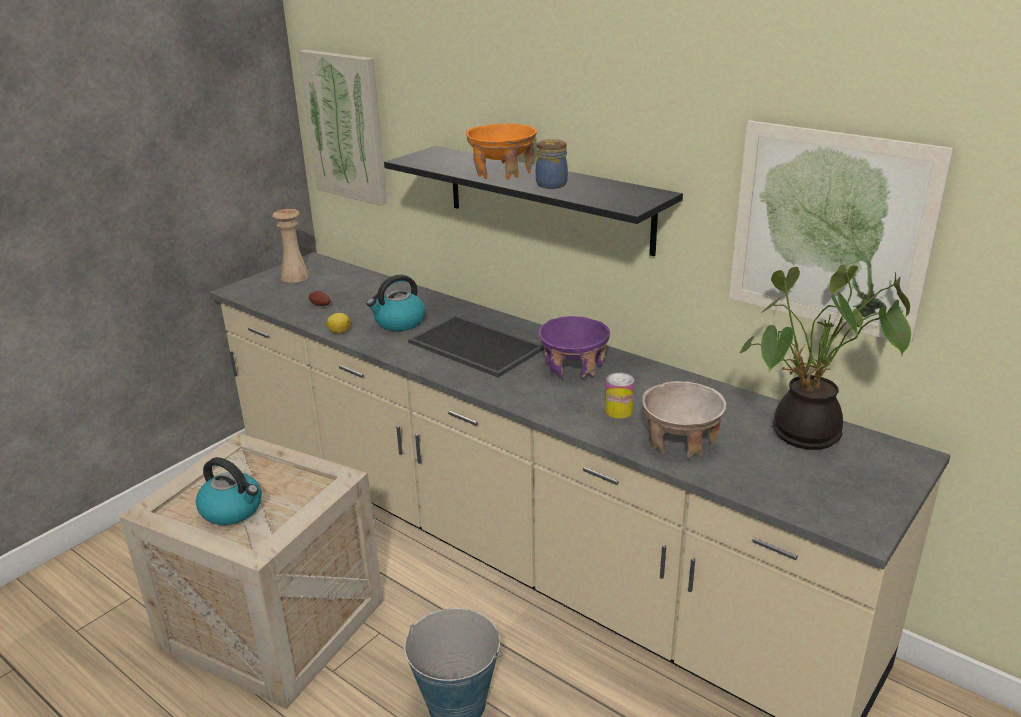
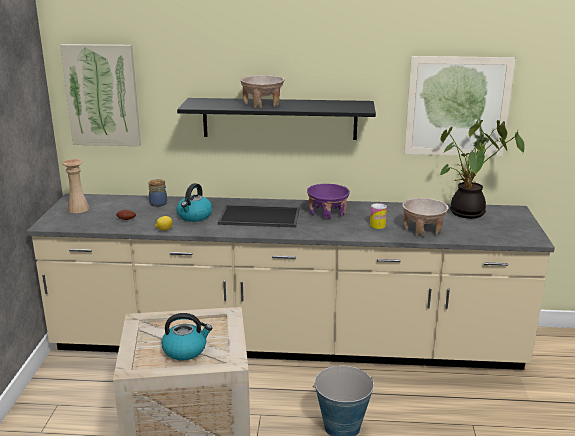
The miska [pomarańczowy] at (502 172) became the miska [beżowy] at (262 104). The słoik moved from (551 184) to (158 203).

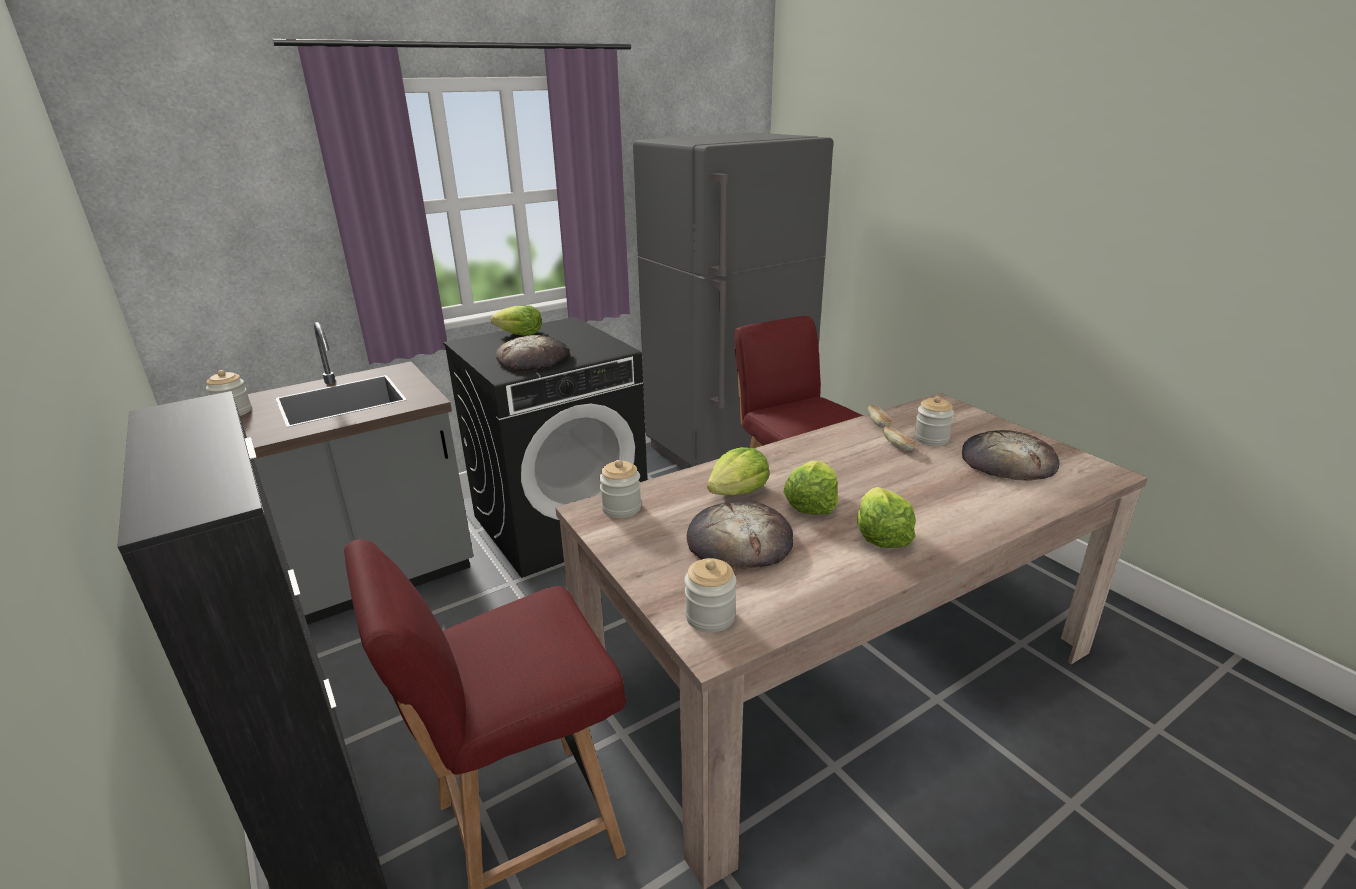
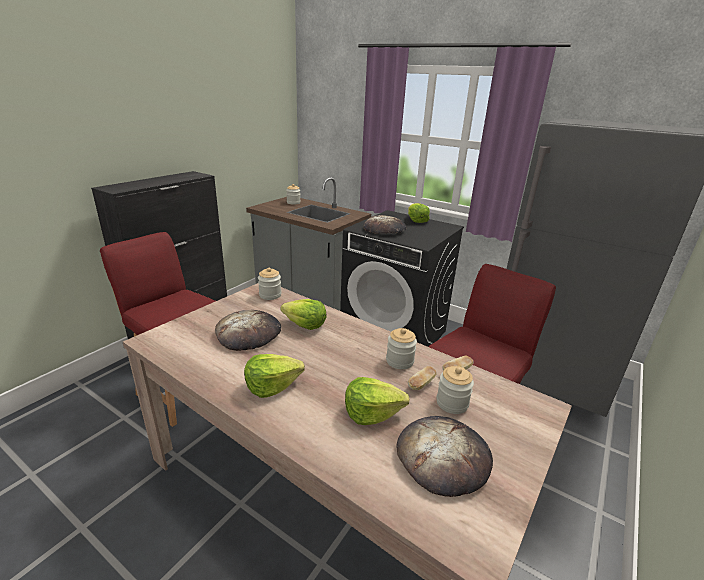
The sałata moved from (811 504) to (372 413). The słoik moved from (710 616) to (399 361).

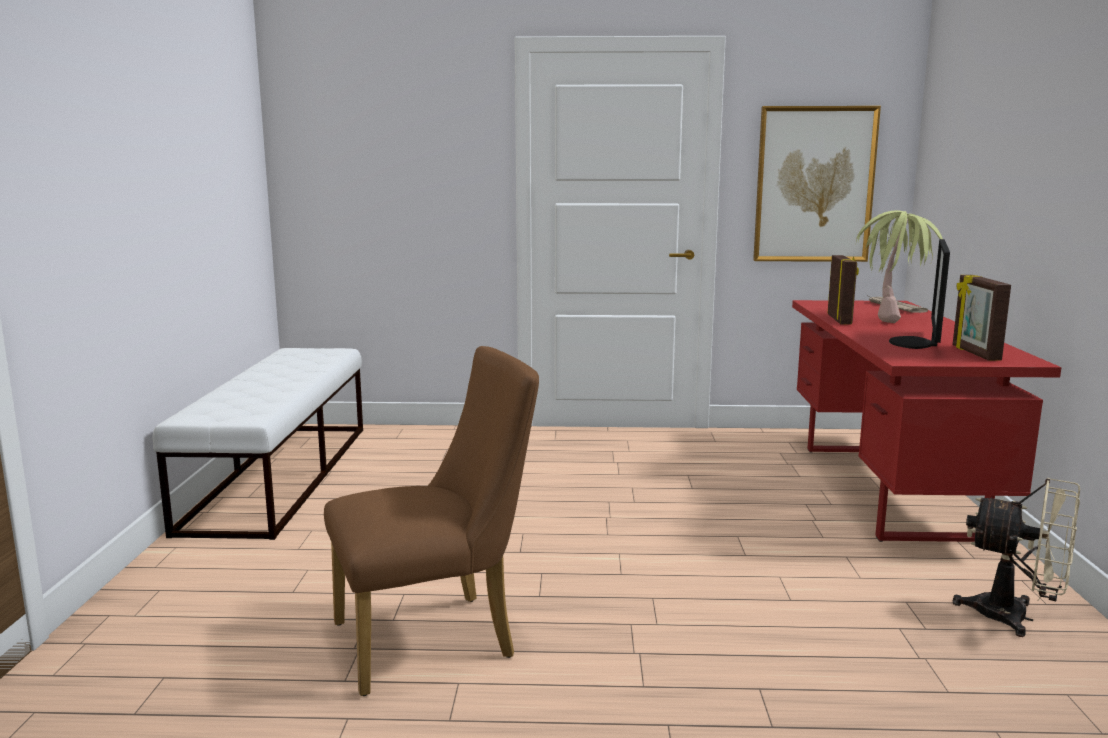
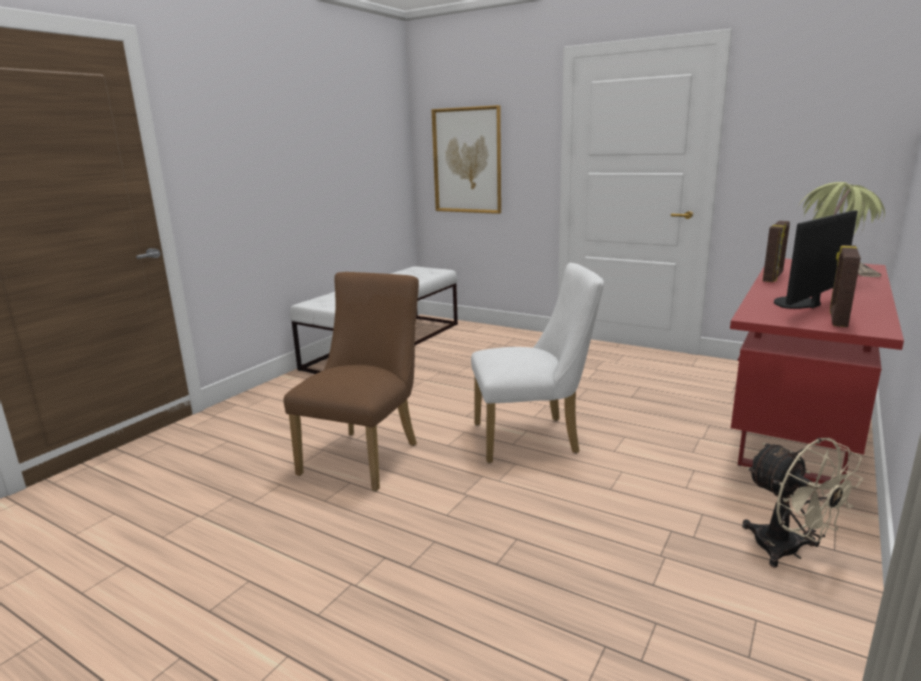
The obraz moved from (814 185) to (467 160). The krzesło [brązowy] at (437 638) turned 75 degrees counterclockwise. The krzesło [biały] at (533 438) appeared.

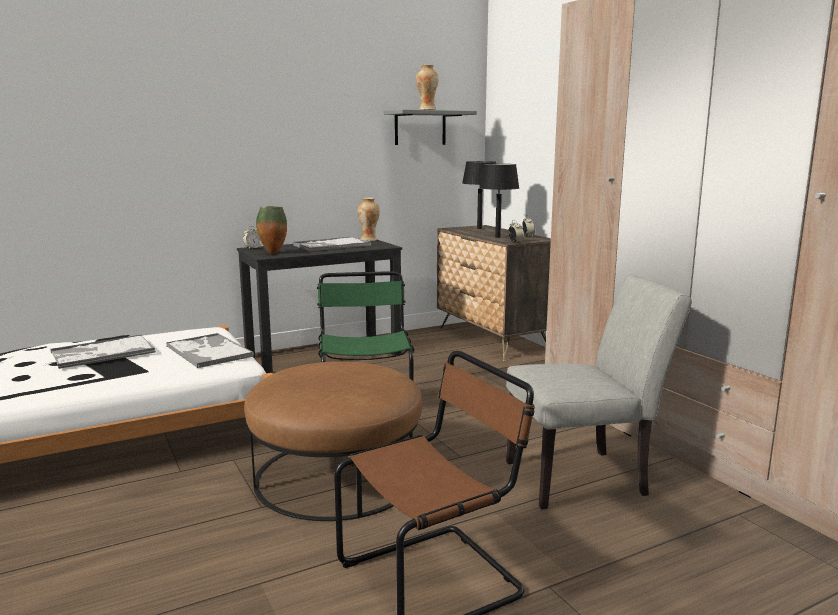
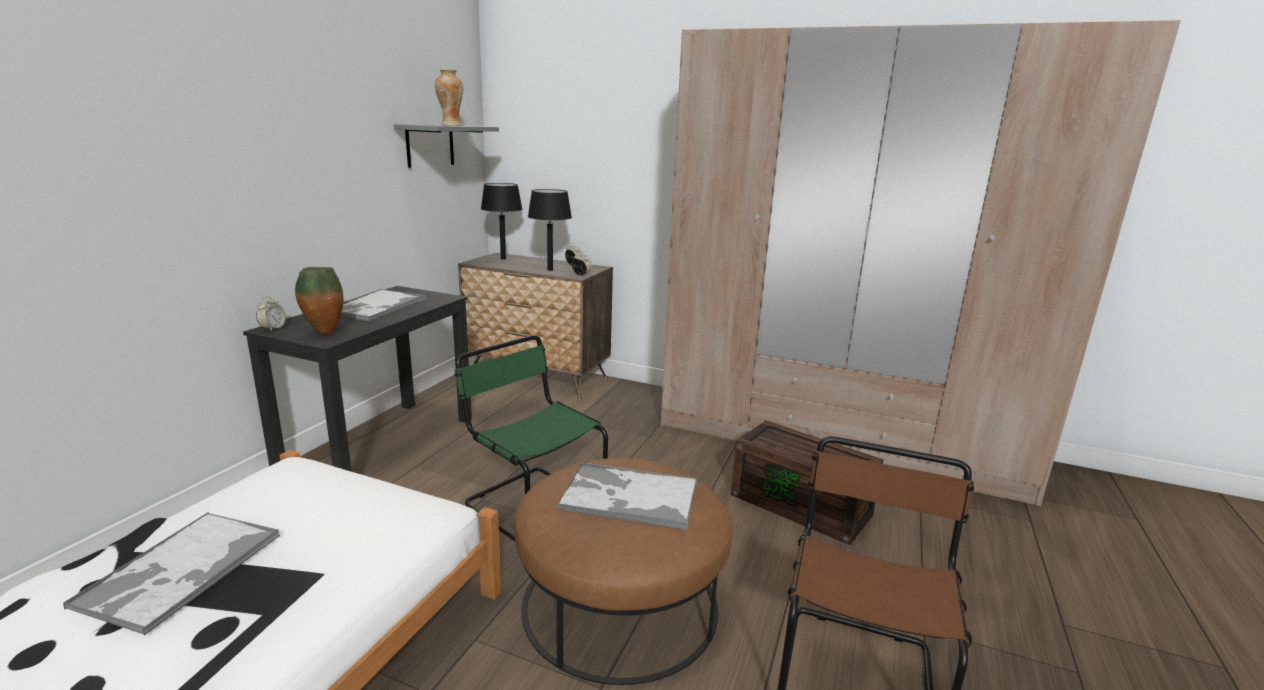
The wazon at (368 240) disappeared. The krzesło [szary] at (585 477) was replaced by the pojemnik do przechowywania [brązowy] at (803 504). The taca moved from (208 351) to (628 496).

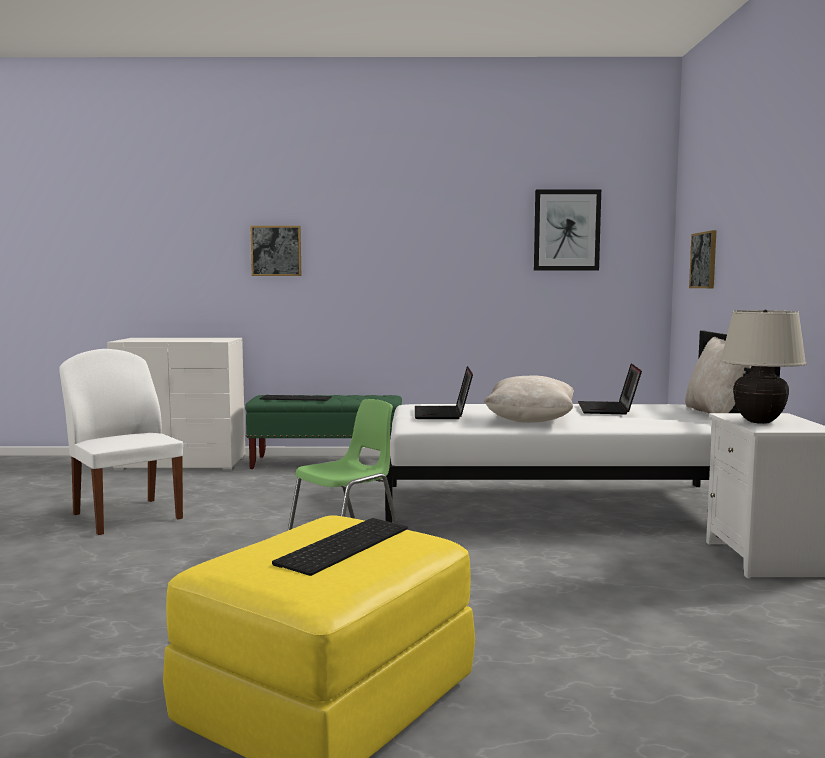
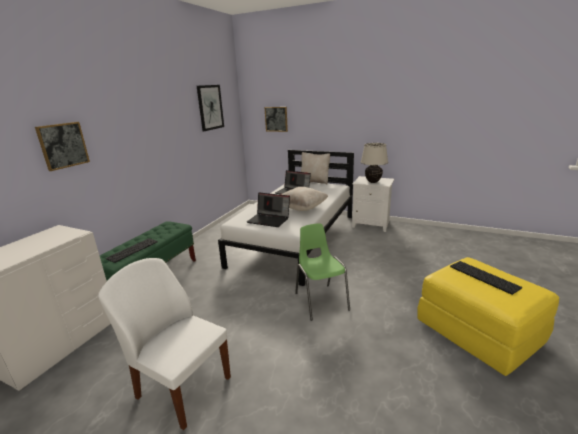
The krzesło [biały] at (126 516) turned 45 degrees clockwise.

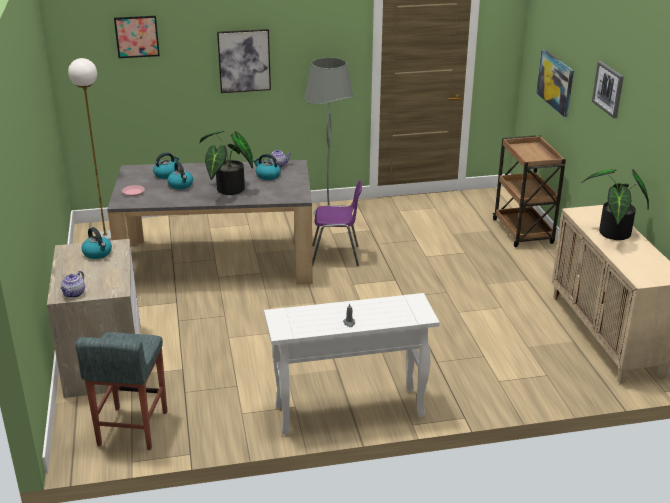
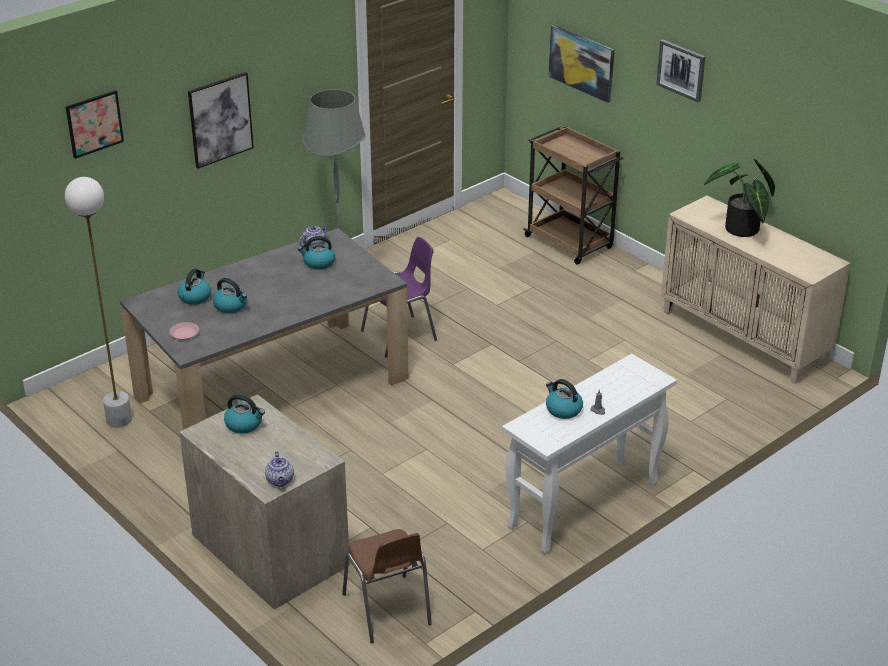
The roślina doniczkowa at (227 190) disappeared. The stołek [szary] at (132 429) was replaced by the krzesło [brązowy] at (388 611). The czajnik at (563 409) appeared.

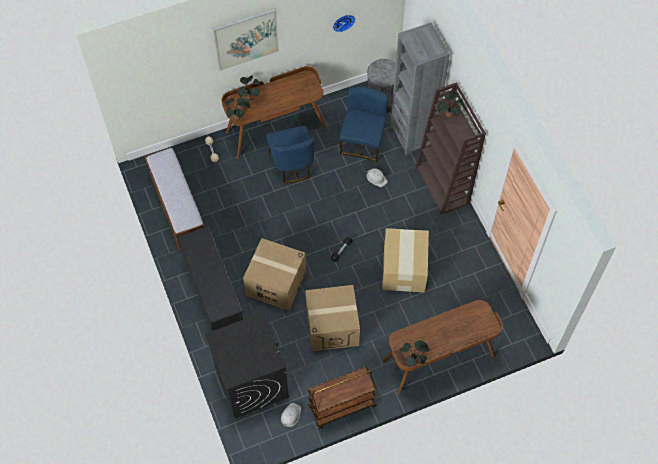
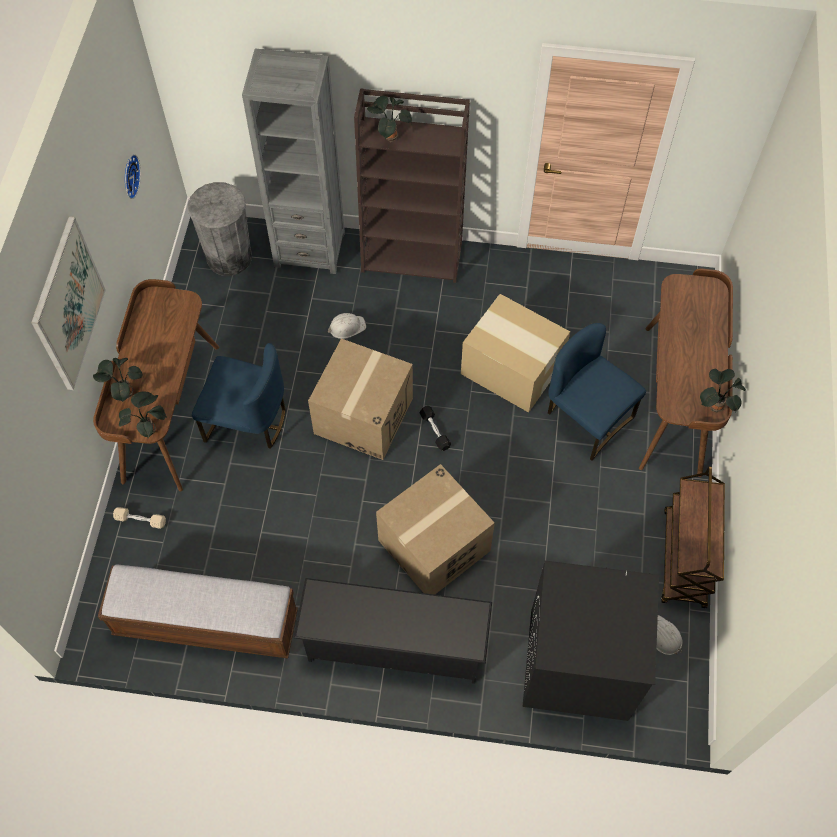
The krzesło [niebieski] moved from (363 142) to (587 418). The karton moved from (332 326) to (363 415).

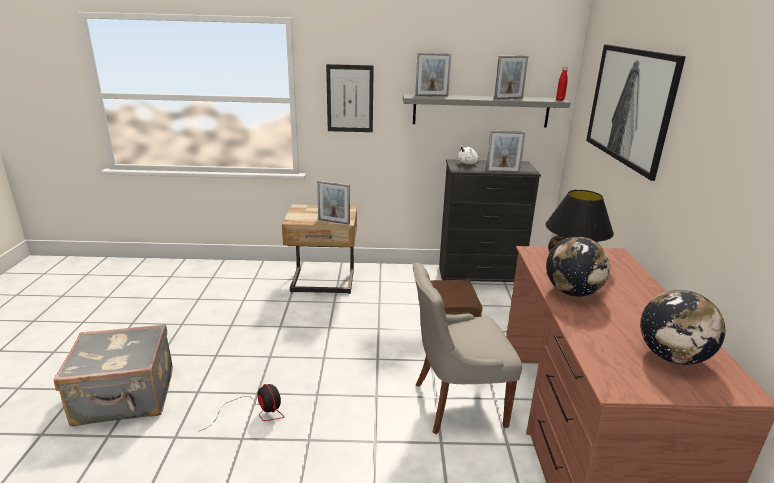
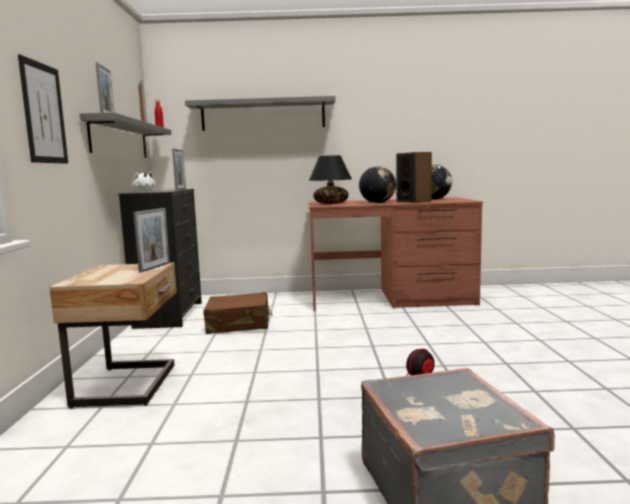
The obraz at (630 106) was replaced by the półka [szary] at (263 115). The krzesło [szary] at (456 403) disappeared. The głośnik at (413 201) appeared.

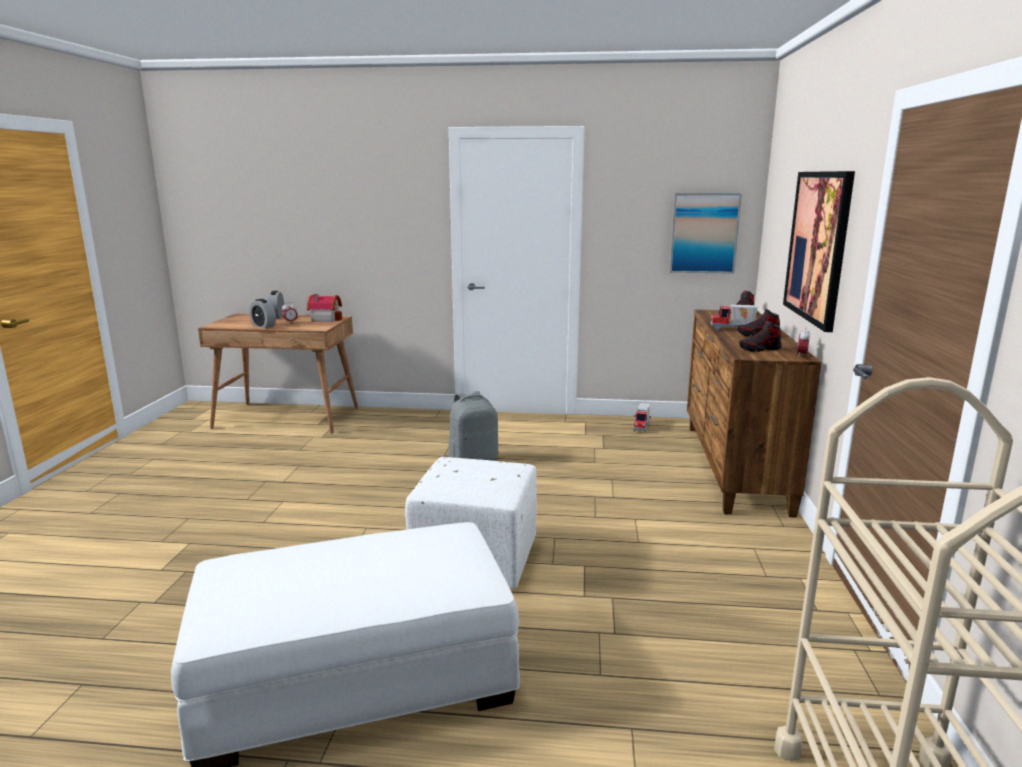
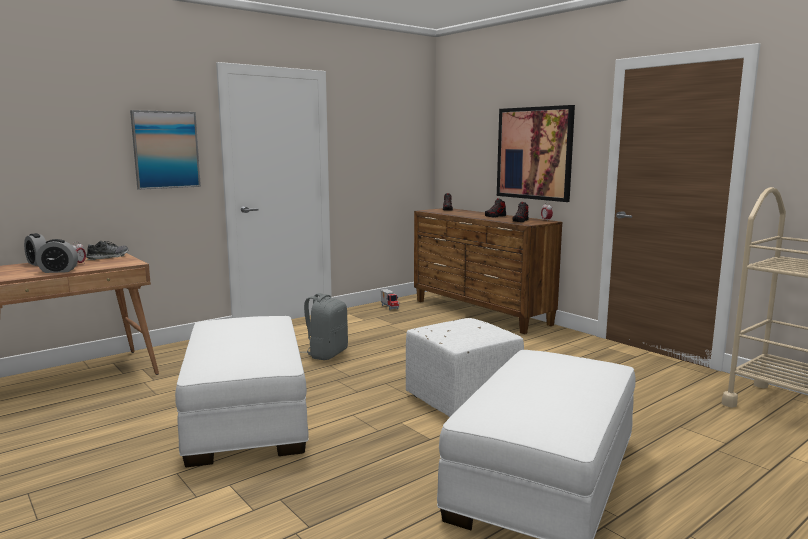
The obraz moved from (704 233) to (166 150). The domek at (325 319) was replaced by the but at (108 257). The ciężarówka zabawkowa at (732 330) disappeared. The pufa [biały] at (246 414) appeared.

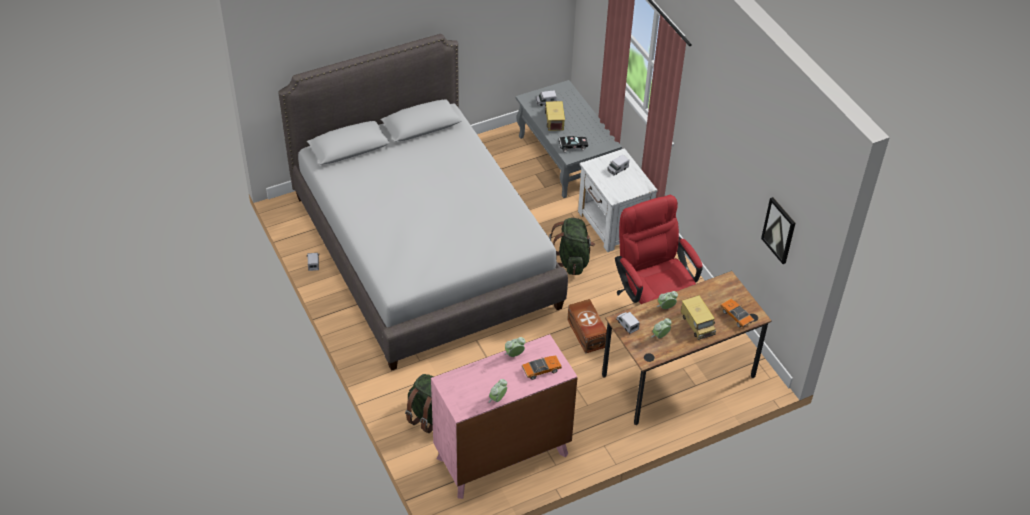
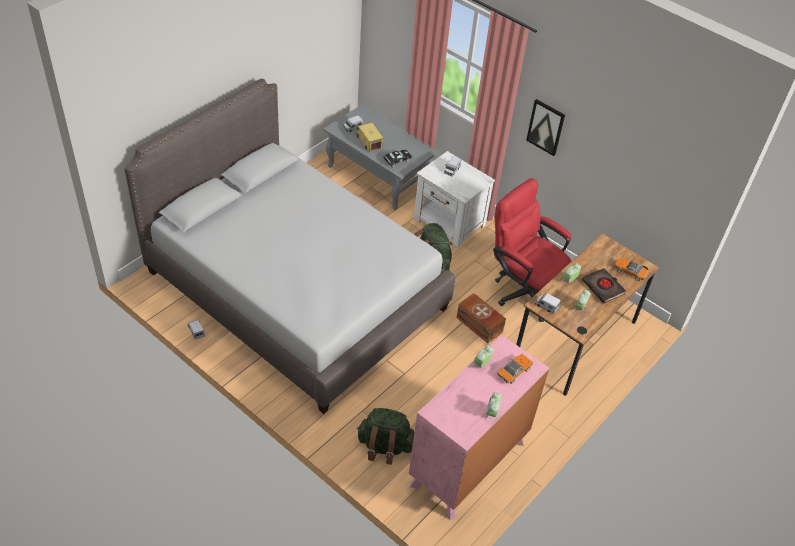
The obraz moved from (779 230) to (546 127). The ciężarówka zabawkowa at (697 323) was replaced by the książka [czarny] at (603 287).

